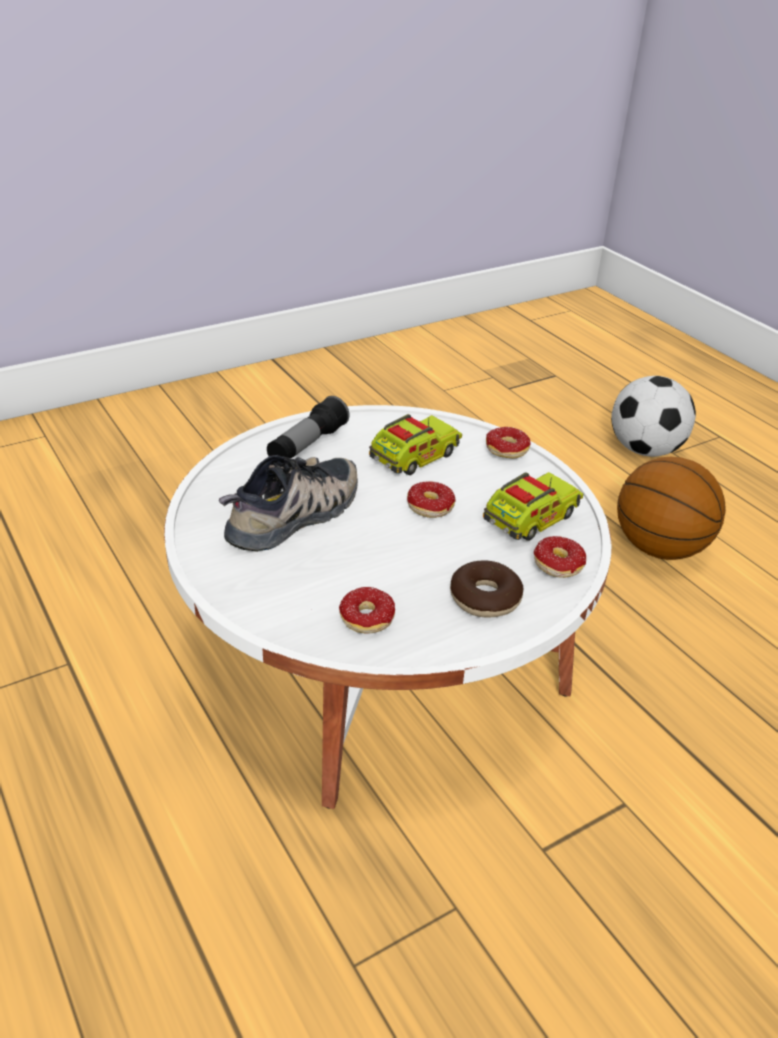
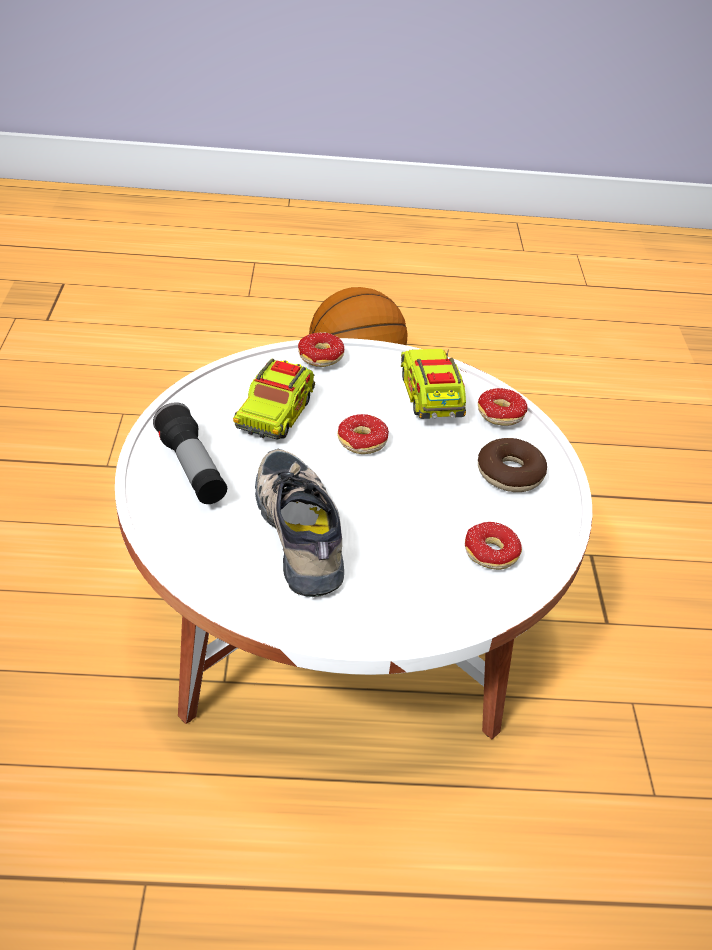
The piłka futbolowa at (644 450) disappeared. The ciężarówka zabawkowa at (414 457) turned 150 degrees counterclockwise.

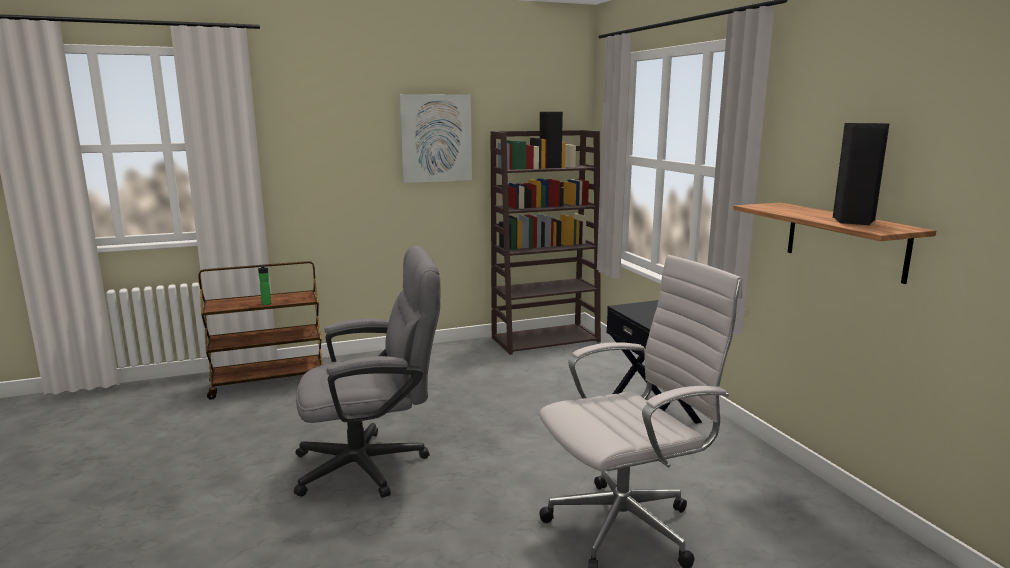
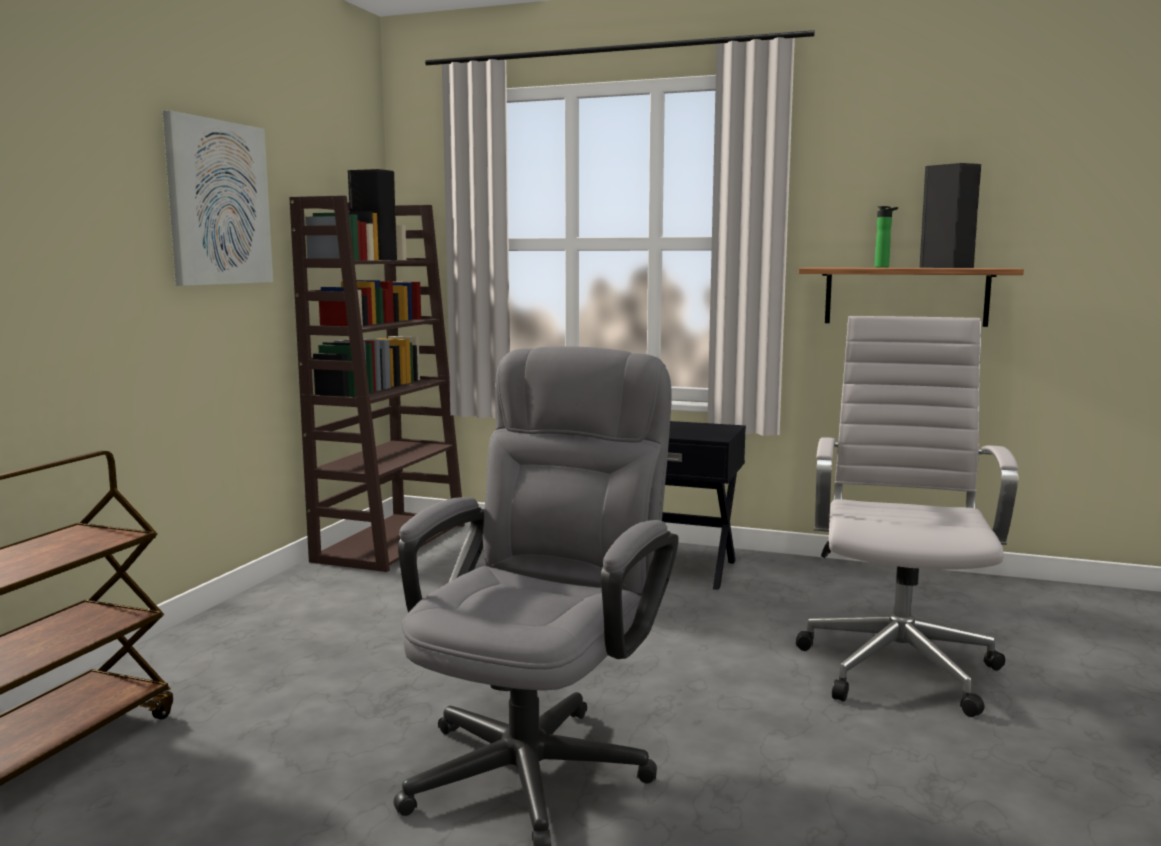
The butelka moved from (266 304) to (884 267).

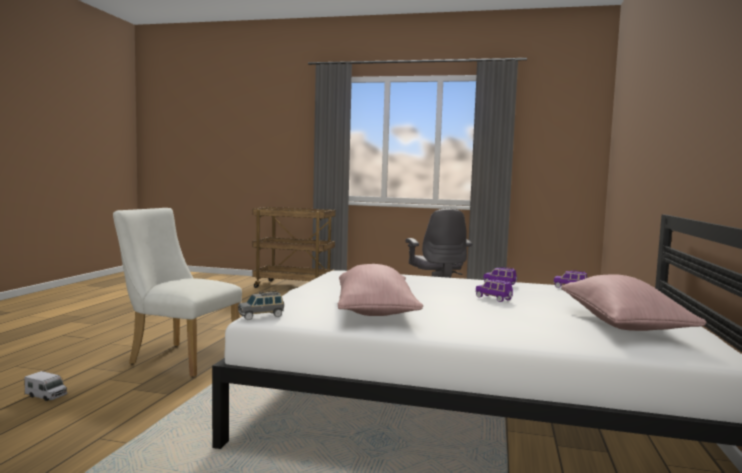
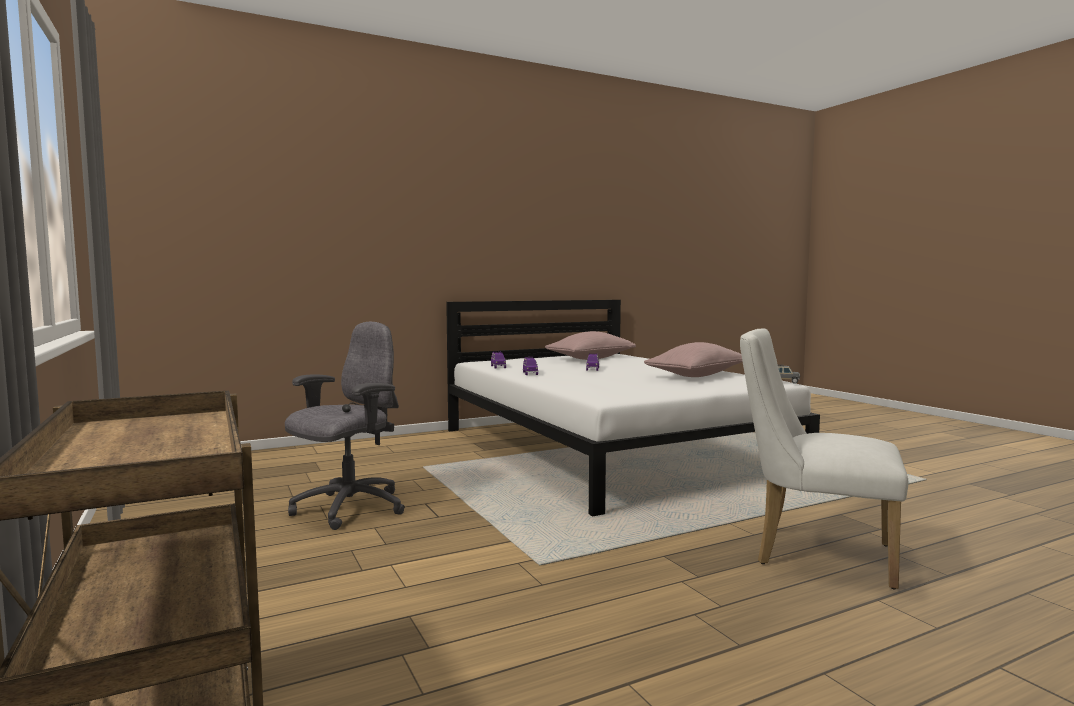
The krzesło [biały] at (178 358) turned 135 degrees clockwise. The ciężarówka zabawkowa at (46 396) disappeared.

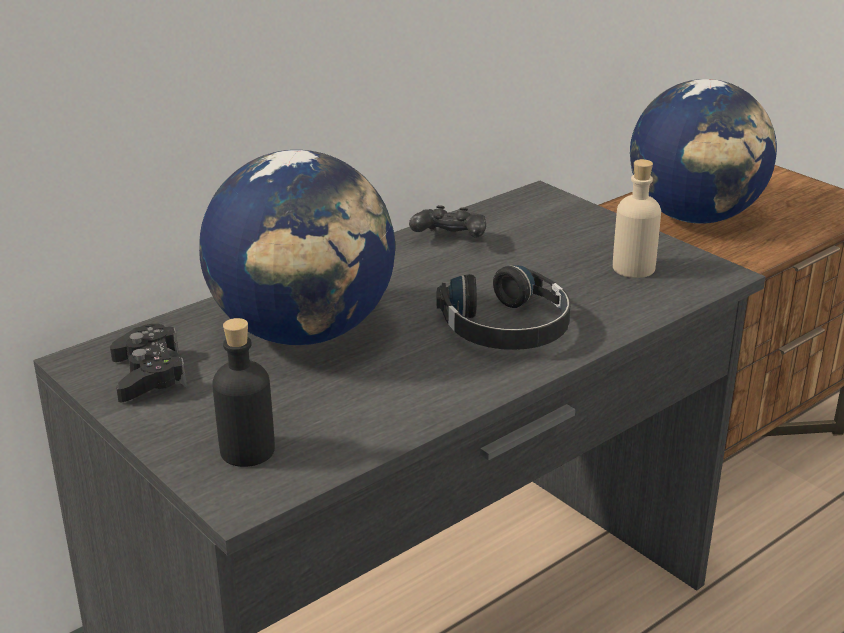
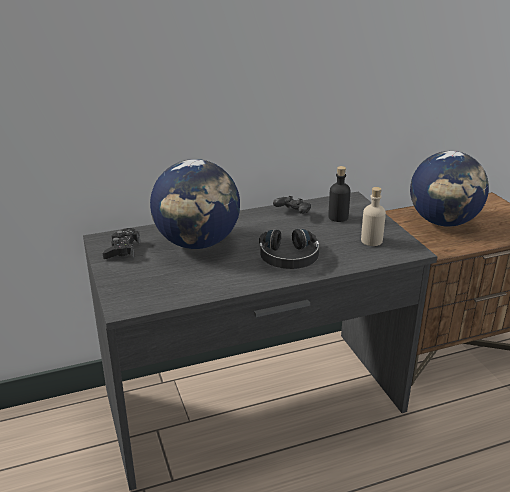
The butelka [czarny] moved from (247 451) to (338 217).

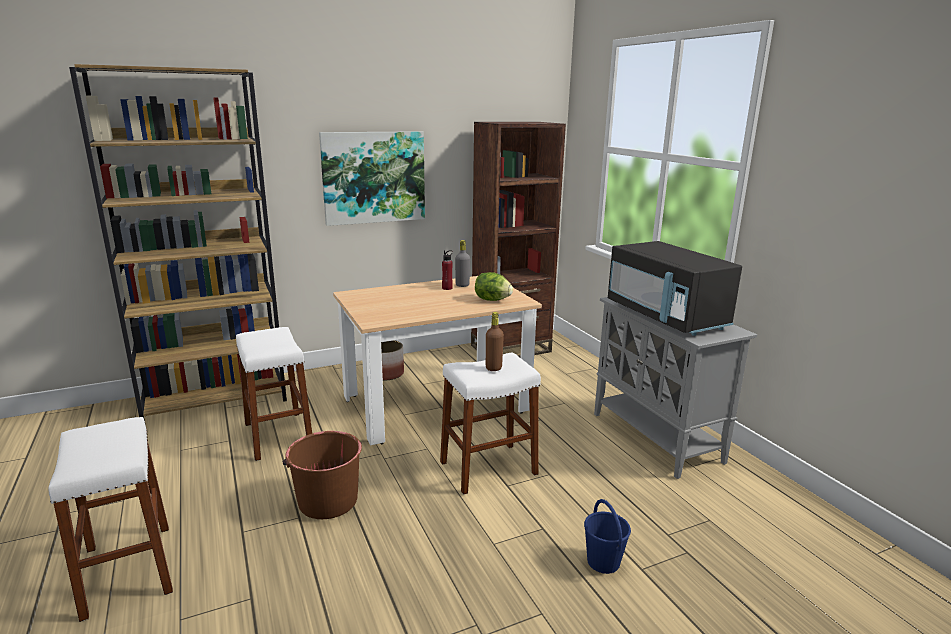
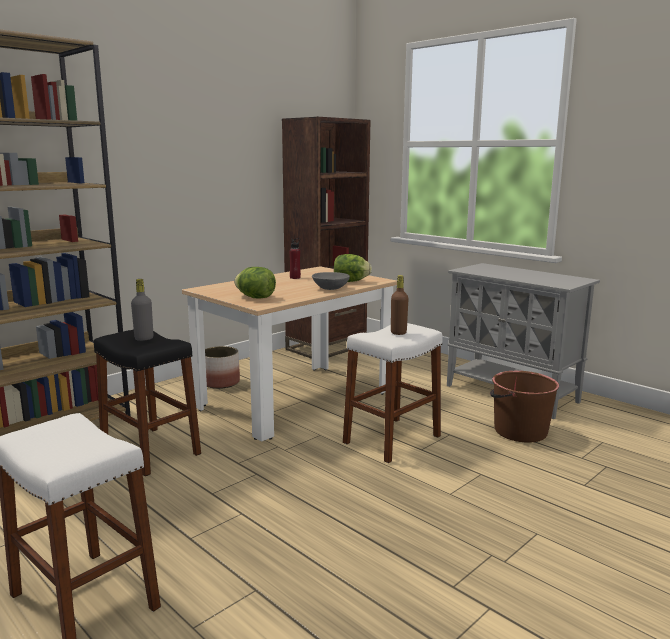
The obraz at (373 177) disappeared. The butelka [szary] moved from (462 285) to (144 338). The mikrofalówka [czarny] at (665 317) disappeared. The stołek [biały] at (278 435) became the stołek [czarny] at (150 450). The wiadro [brązowy] moved from (327 500) to (519 431). The wiadro [niebieski] at (603 562) disappeared. The sałata at (255 297) appeared. The miska [szary] at (330 288) appeared.

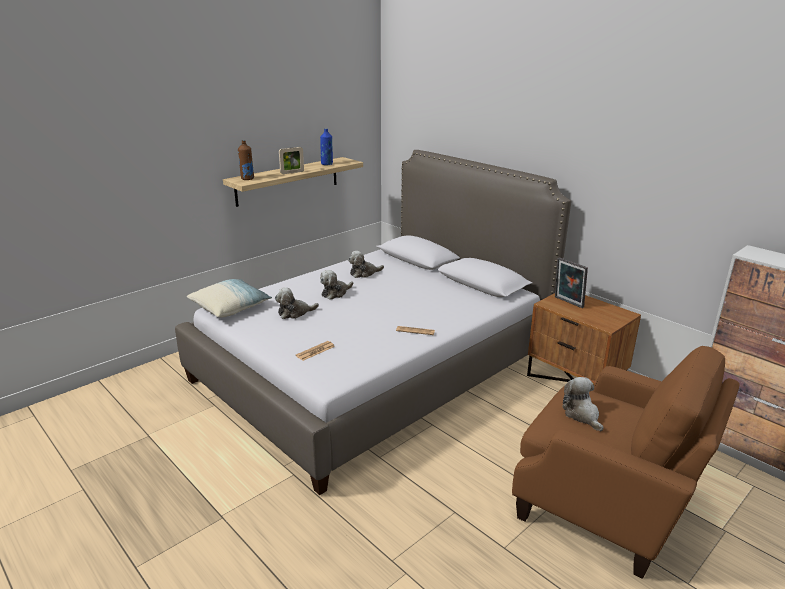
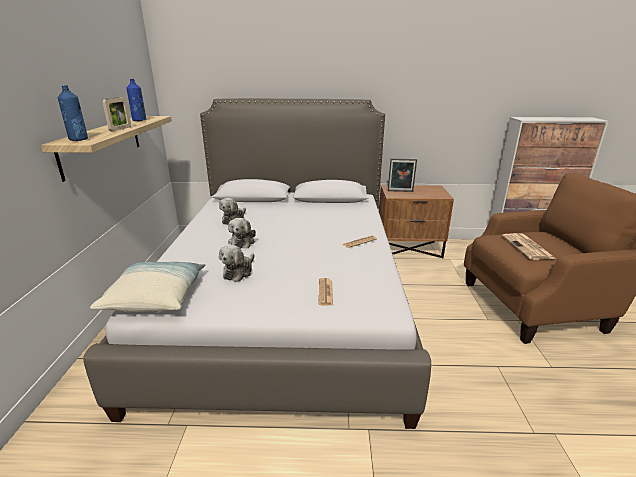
The butelka [brązowy] at (247 179) became the butelka [niebieski] at (78 139). The pluszak at (582 415) was replaced by the gazeta at (528 247).

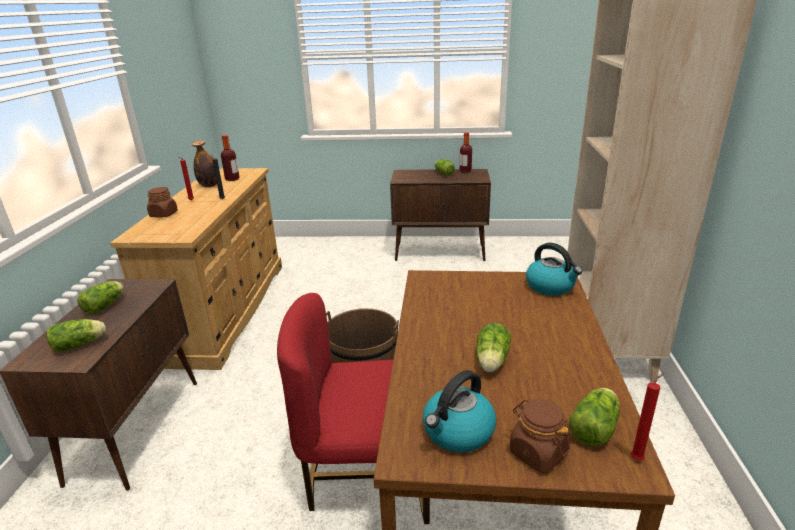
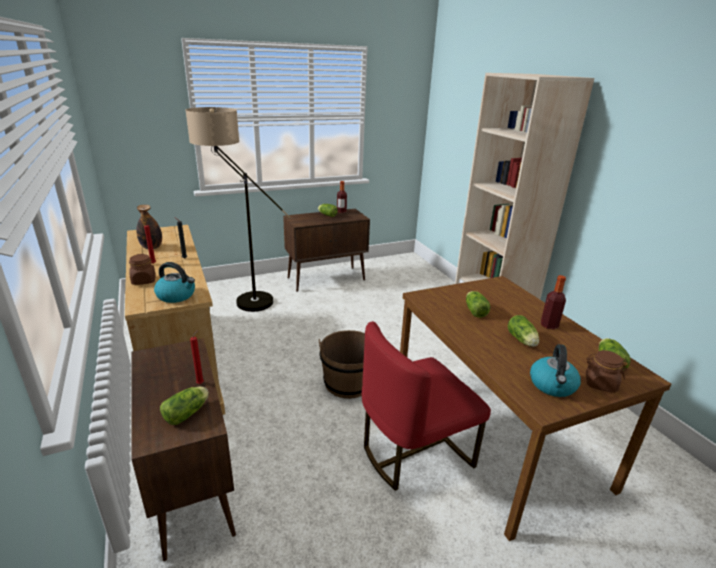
The butelka moved from (232 179) to (549 325). The czajnik moved from (551 286) to (177 295). The sałata moved from (106 305) to (474 310). The świeca [czerwony] moved from (638 458) to (201 383). The lampa stojąca at (241 300) appeared.

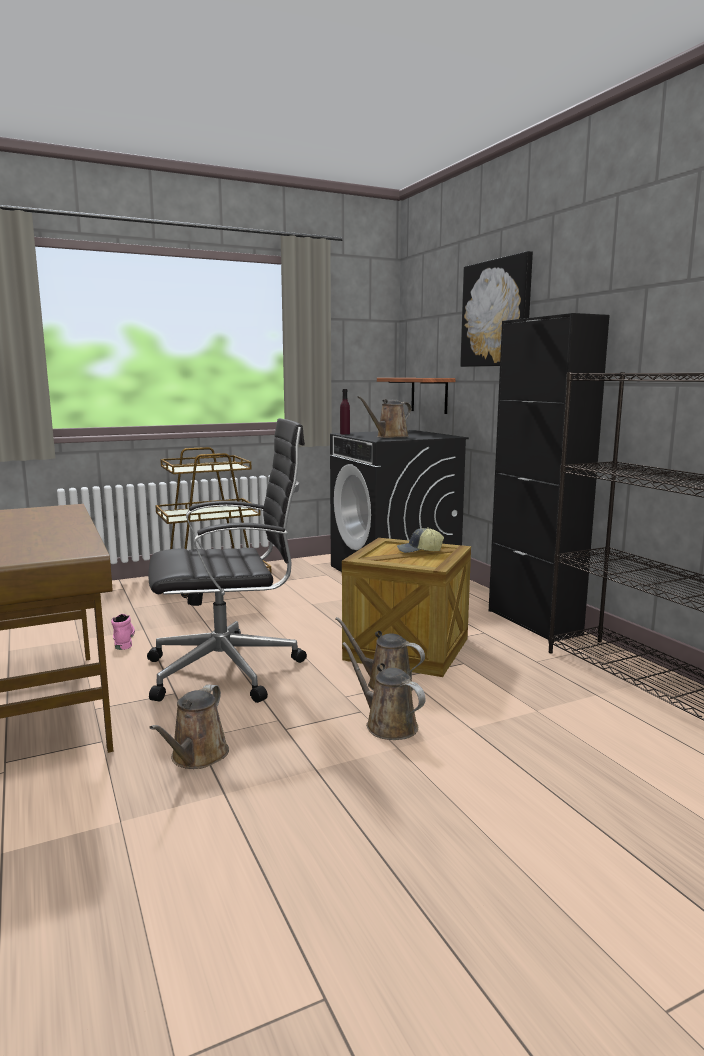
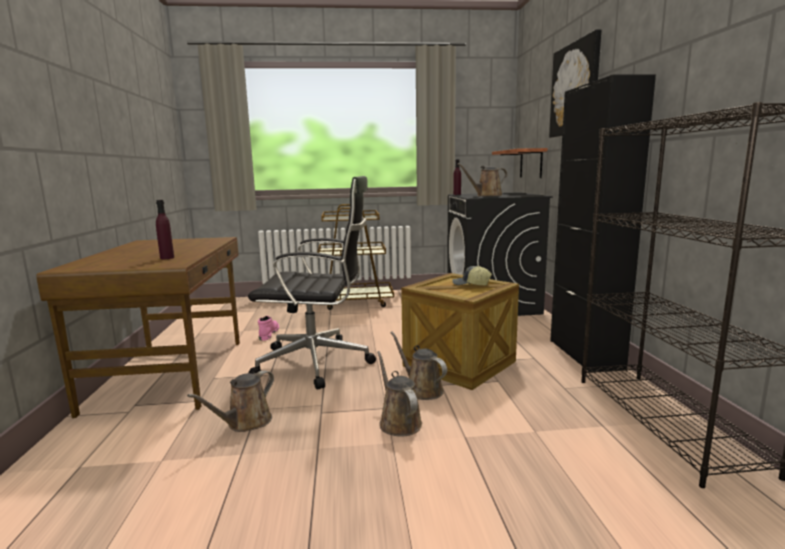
The butelka [fioletowy] at (167 258) appeared.

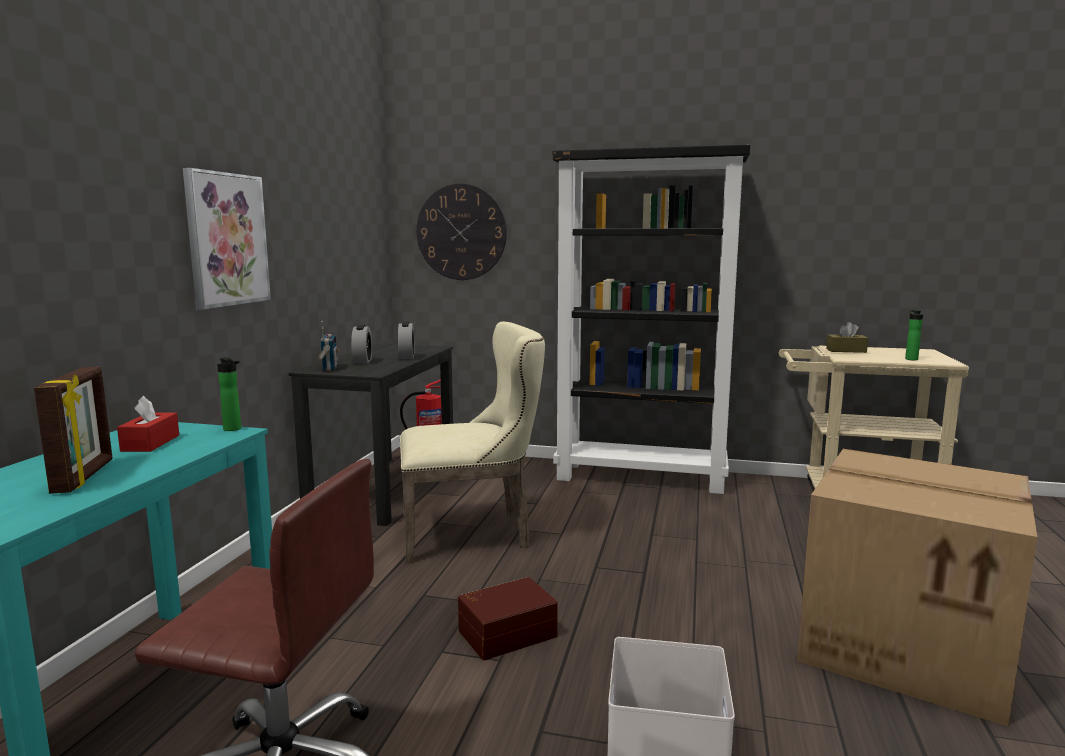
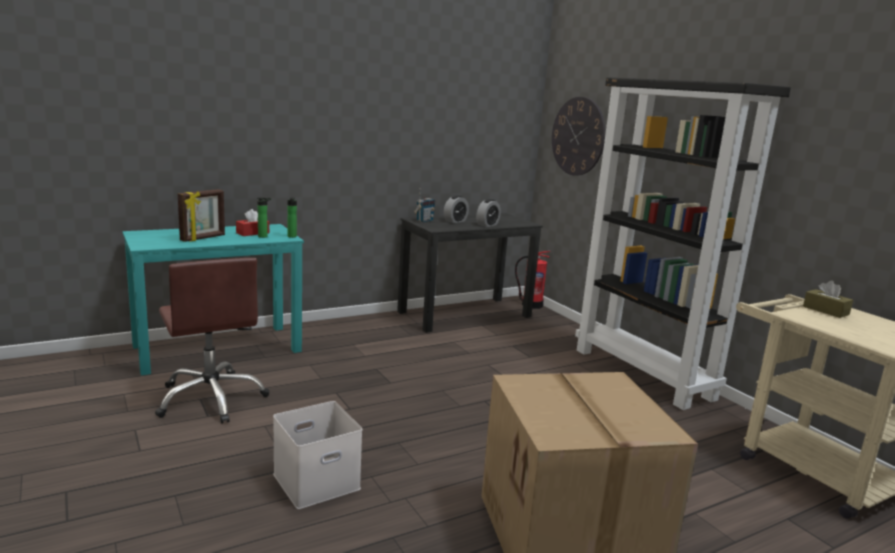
The obraz at (226 239) disappeared. The butelka moved from (910 359) to (264 236). The krzesło [beżowy] at (473 532) disappeared. The pojemnik do przechowywania [brązowy] at (506 632) disappeared.

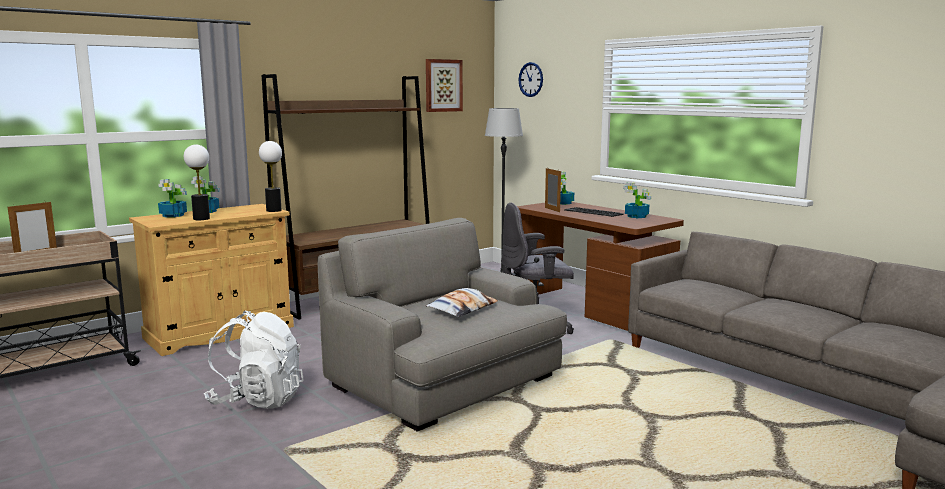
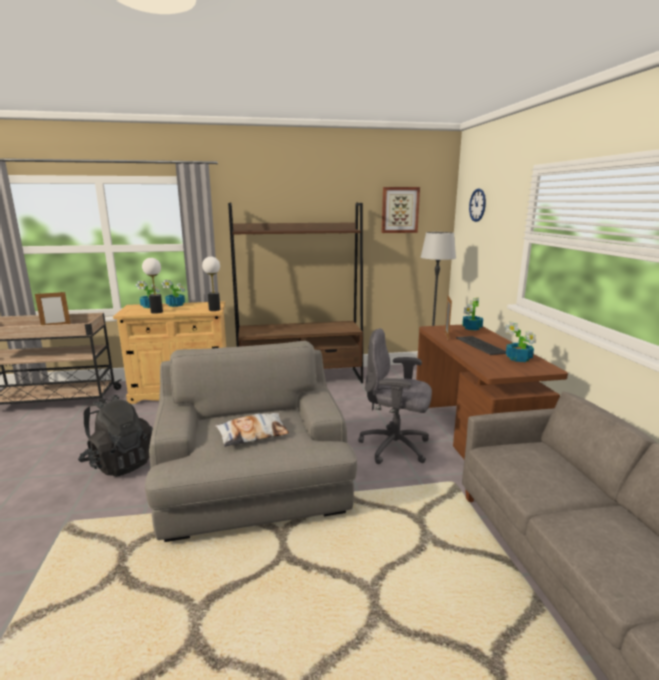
The plecak [biały] at (257 400) became the plecak [czarny] at (120 463).

